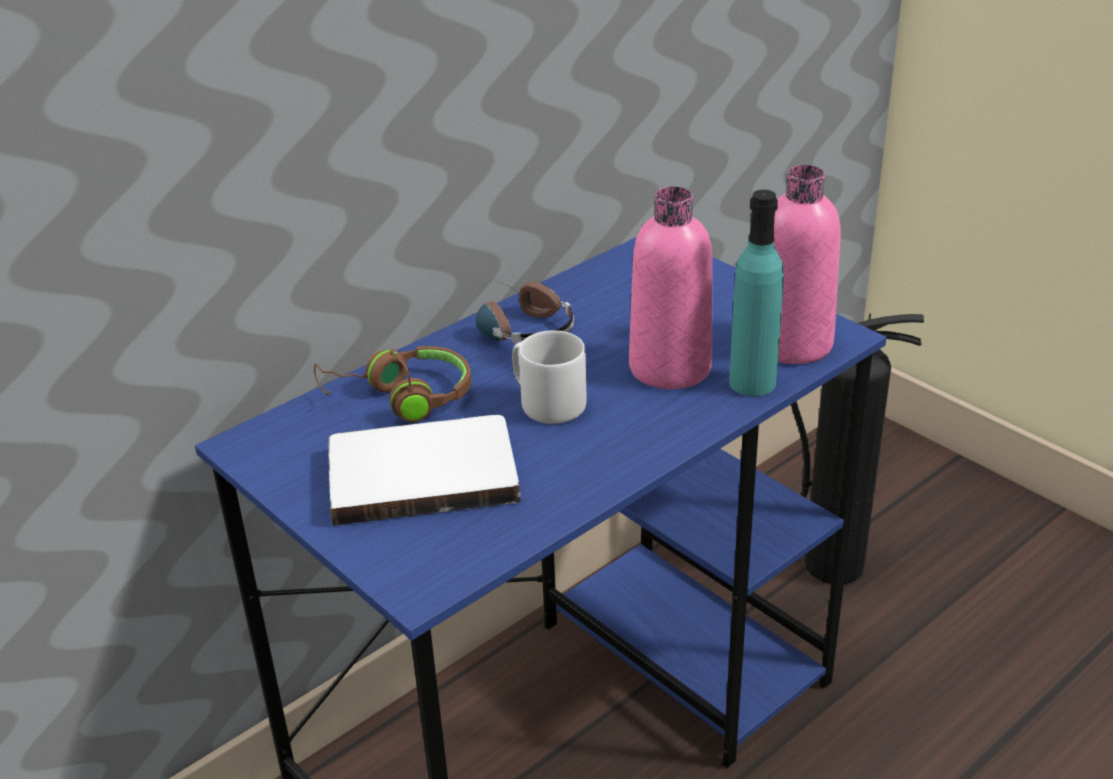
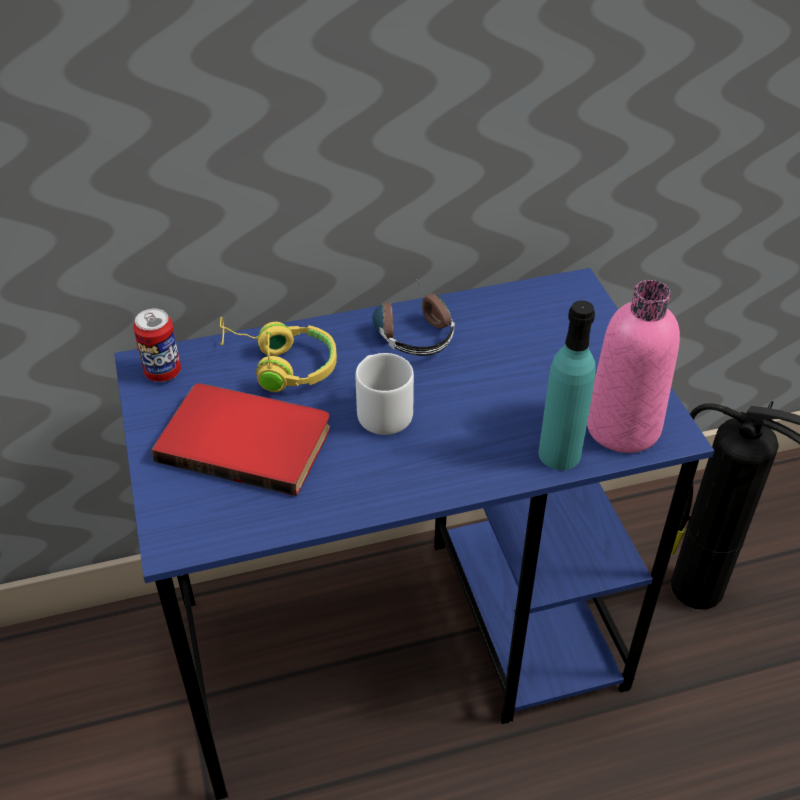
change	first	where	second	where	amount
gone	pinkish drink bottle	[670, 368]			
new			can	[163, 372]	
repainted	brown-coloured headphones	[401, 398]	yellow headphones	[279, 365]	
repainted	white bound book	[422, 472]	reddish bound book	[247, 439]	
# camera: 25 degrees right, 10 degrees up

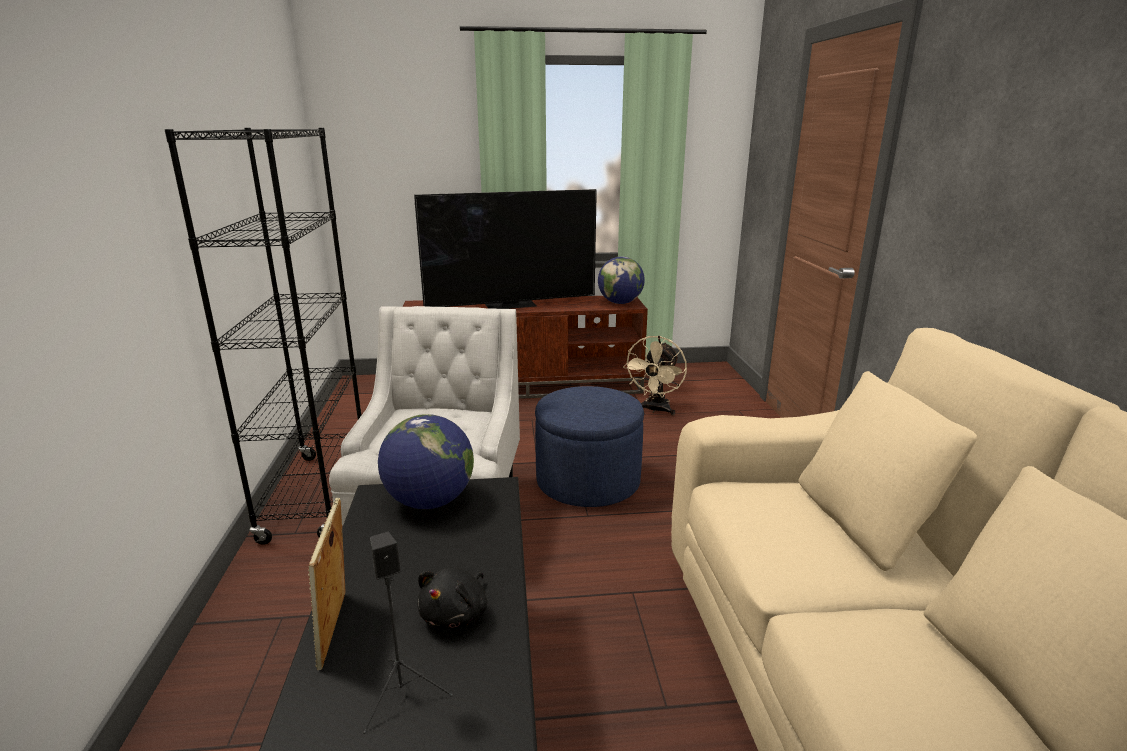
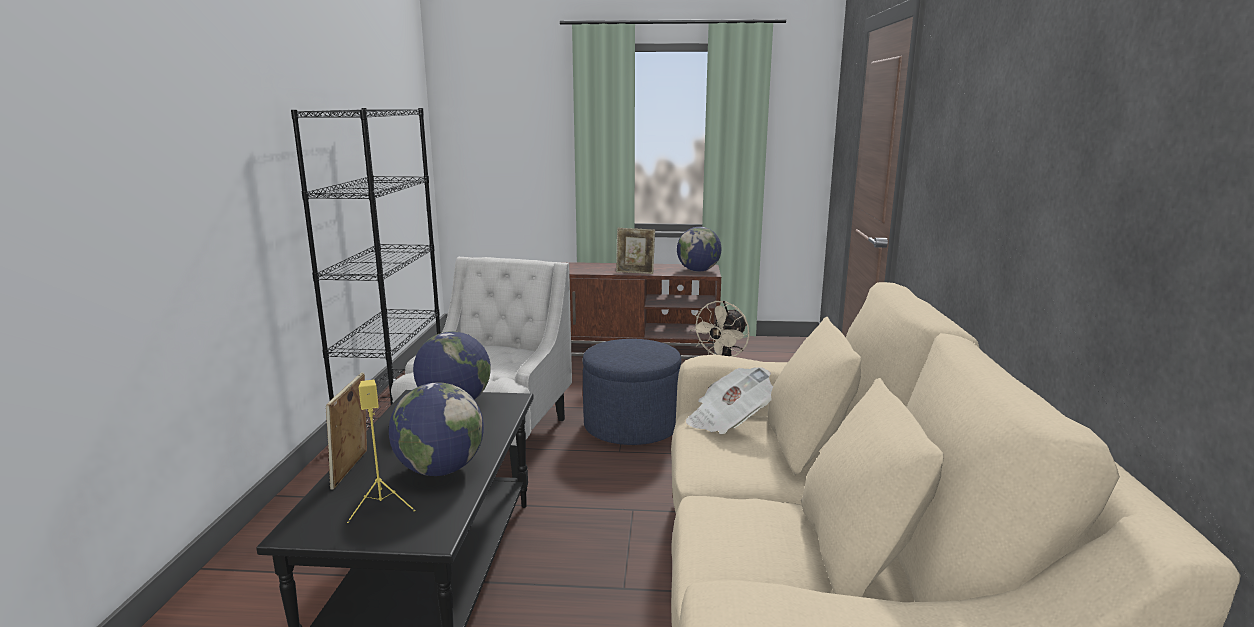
change	first	where	second	where	amount
gone	television	[511, 304]			
new			standing frame	[635, 272]	
new			printed paper	[728, 421]	
swapped	black plush toy	[456, 614]	desk globe	[440, 470]	
repainted	black speaker	[403, 694]	yellow speaker	[382, 506]	
# camera: 10 degrees right, 5 degrees down

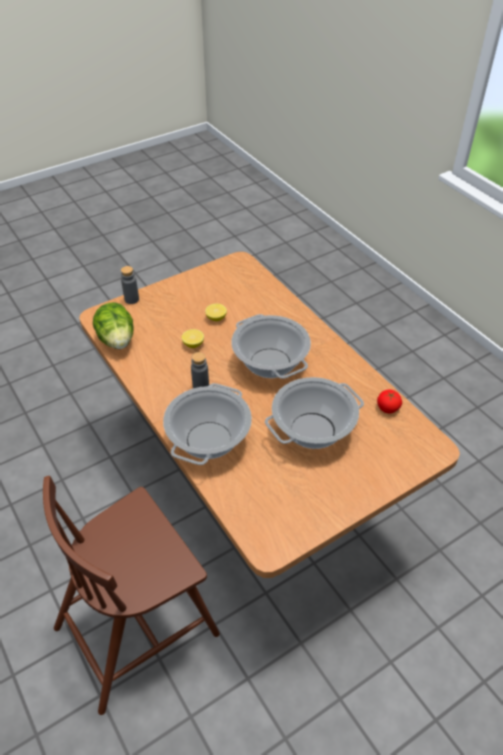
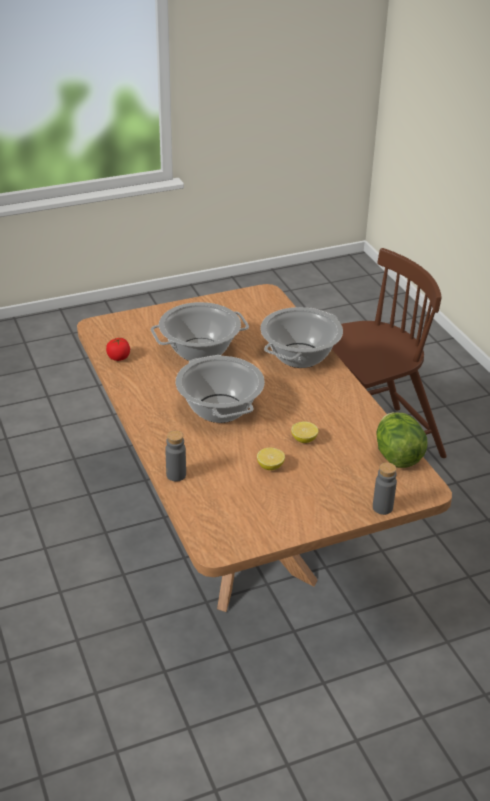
change	first	where	second	where	amount
shifted	greyish drink bottle	[201, 387]		[176, 475]	
# camera: 170 degrees left, 10 degrees down

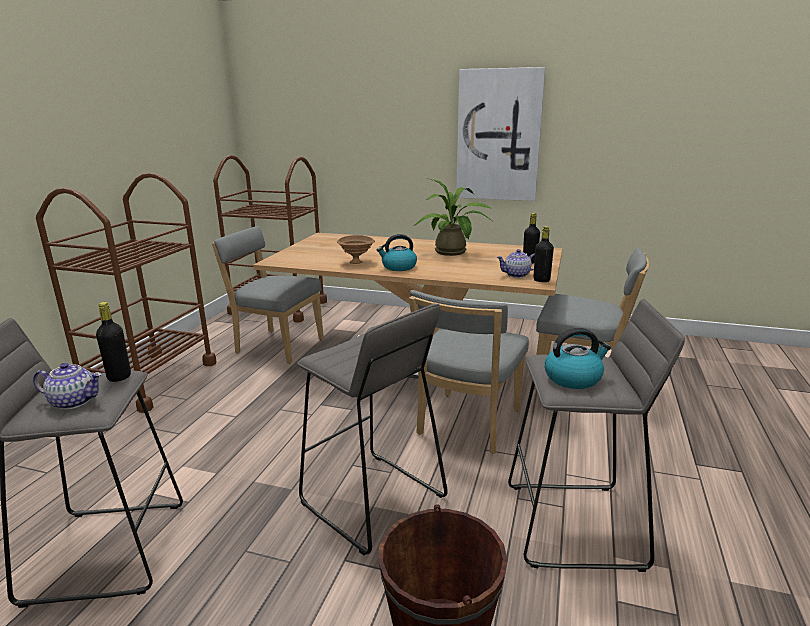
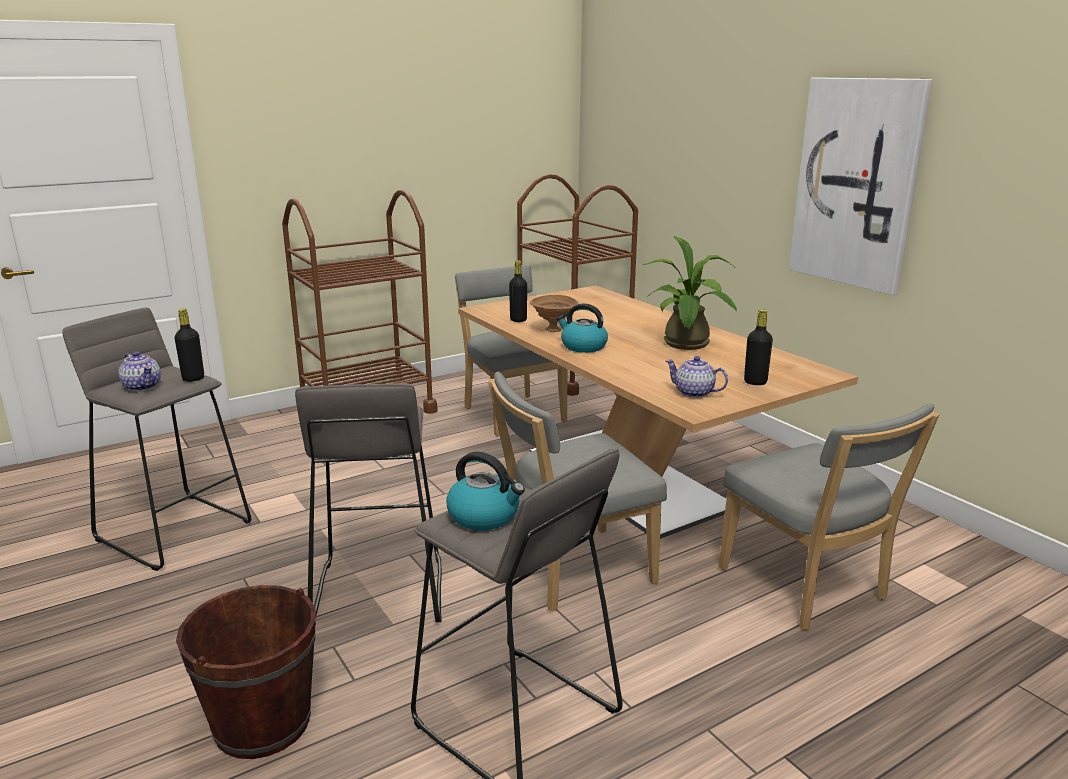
change	first	where	second	where	amount
shifted	black drink bottle	[541, 280]		[518, 320]	
# camera: 40 degrees right, 0 degrees up

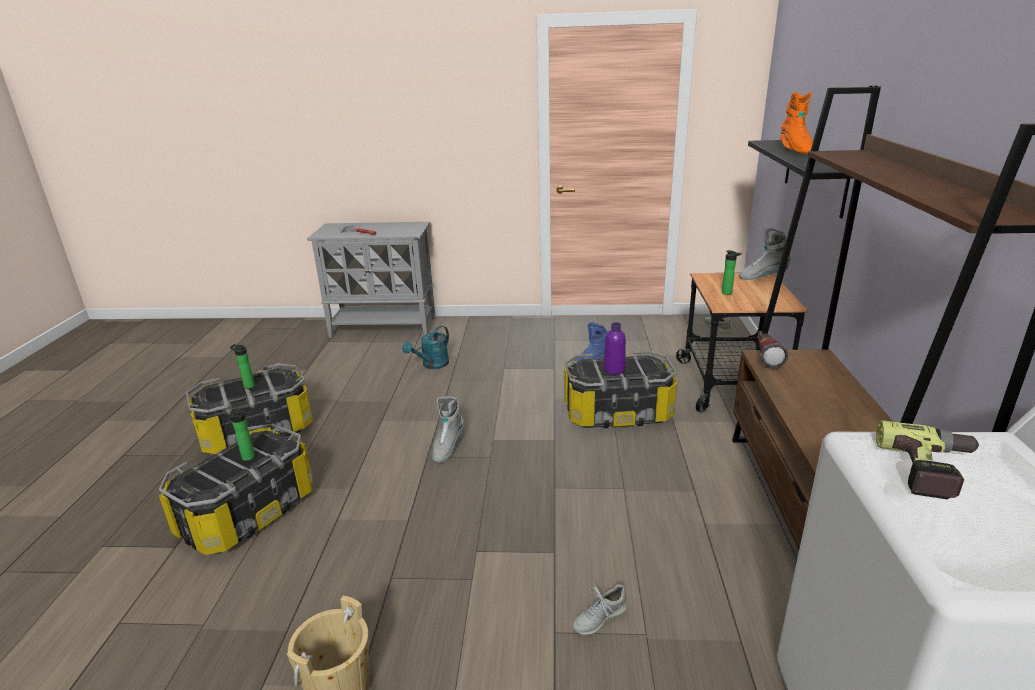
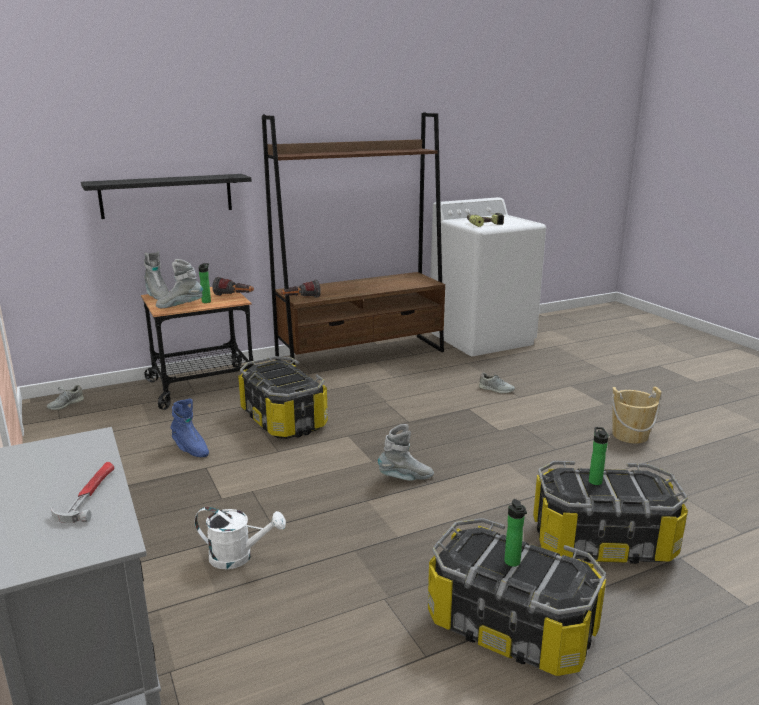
change	first	where	second	where	amount
gone	purplish drink bottle	[614, 370]			
gone	orange-coloured tall boot	[794, 150]			
new			greyish tall boot	[180, 306]	
new			torch	[234, 296]	
repainted	turquoise sprinkling can	[432, 365]	white sprinkling can	[238, 557]	
# camera: 120 degrees left, 5 degrees down

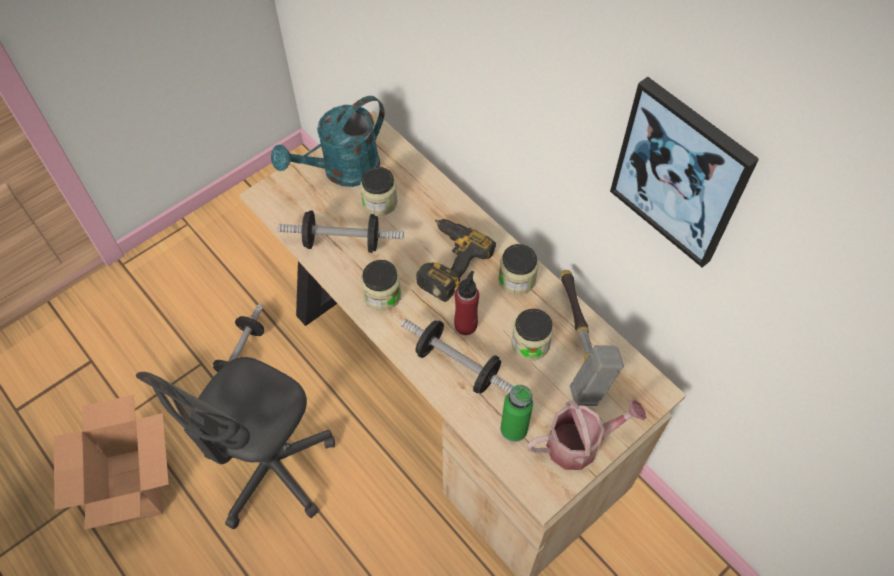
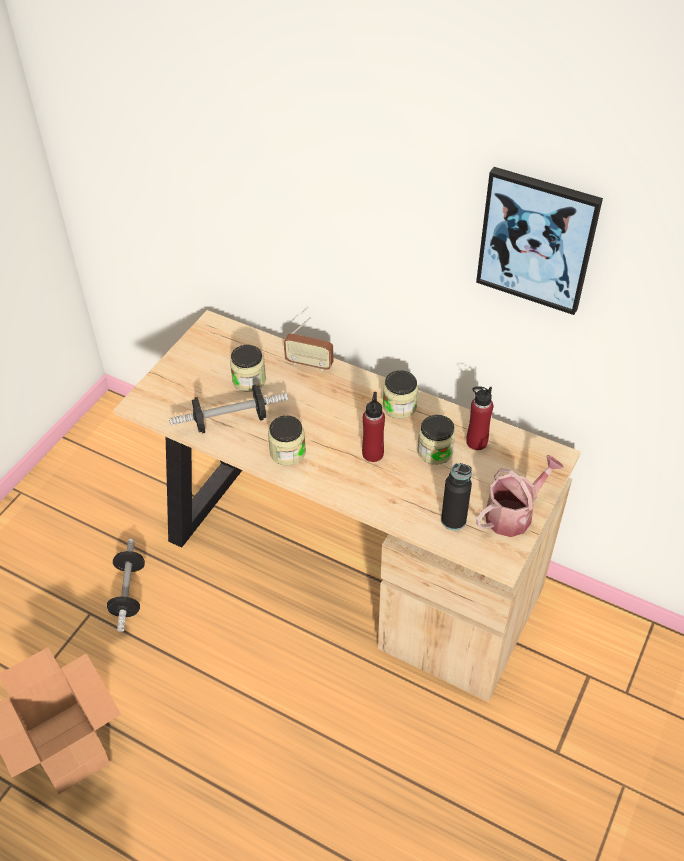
change	first	where	second	where	amount
gone	greyish desk chair	[271, 469]			
gone	turquoise sprinkling can	[342, 171]			
gone	dumbbell	[457, 365]			
gone	power drill	[446, 261]			
new			radio	[309, 364]	
swapped	tool hammer	[578, 347]	reddish drink bottle	[476, 442]	
repainted	green-coloured drink bottle	[514, 429]	black drink bottle	[453, 520]	
# camera: 20 degrees left, 10 degrees down

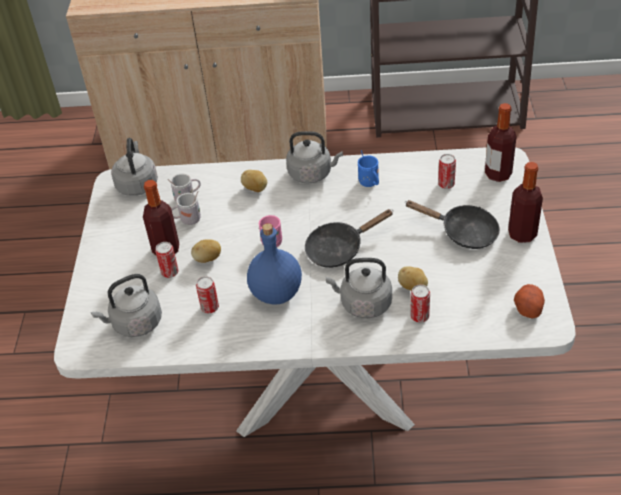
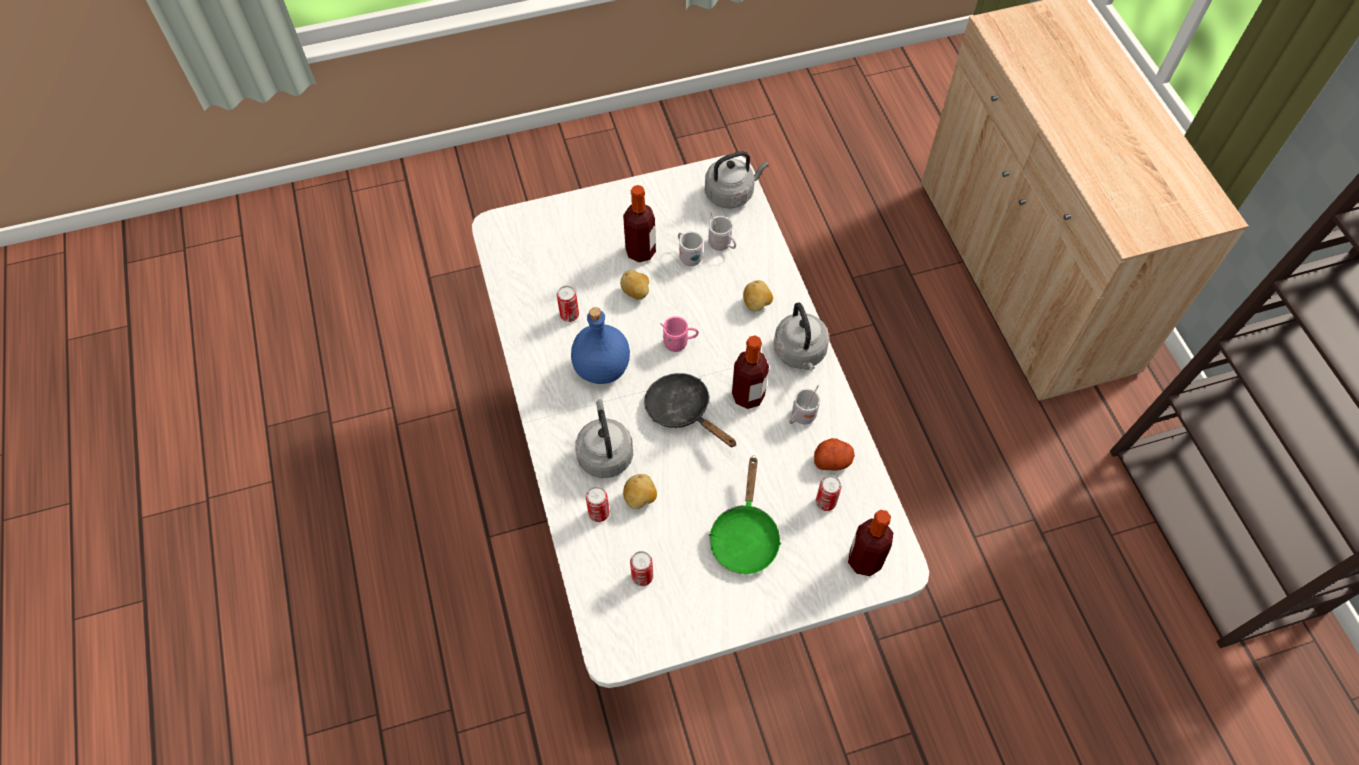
change	first	where	second	where	amount
gone	greyish tea kettle	[135, 324]			
shifted	can	[170, 272]		[642, 576]	
shifted	drink bottle	[522, 234]		[748, 396]	
shifted	whole potato	[528, 307]		[832, 460]	
repainted	blue-coloured tea mug	[370, 184]	white tea mug	[801, 418]	
repainted	black frying pan	[463, 232]	green-coloured frying pan	[744, 536]	
# camera: 70 degrees right, 15 degrees up

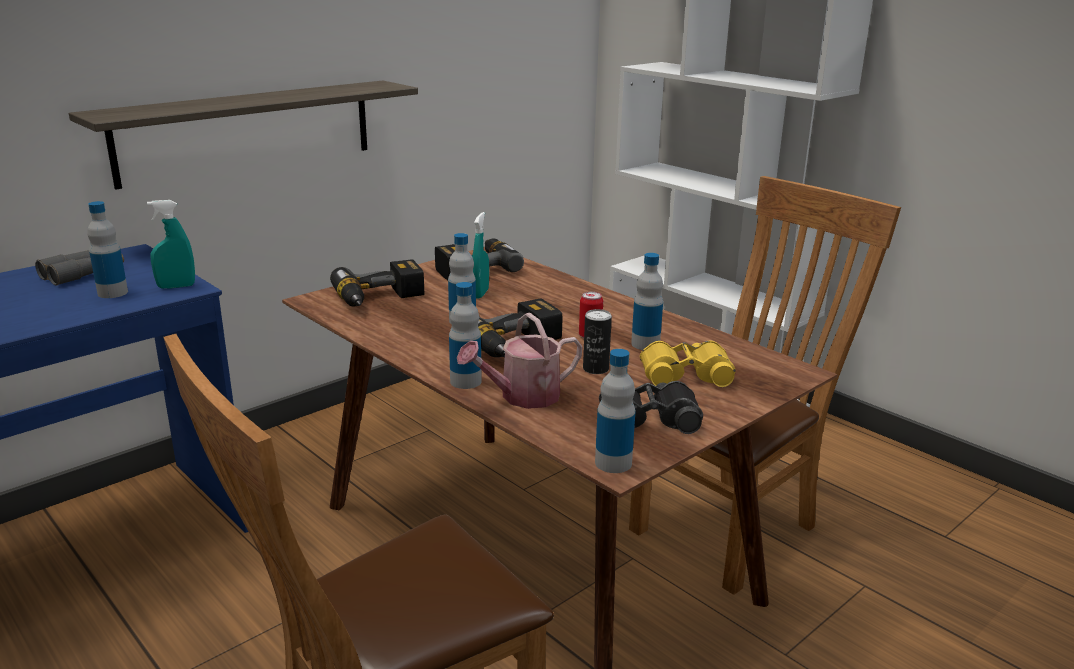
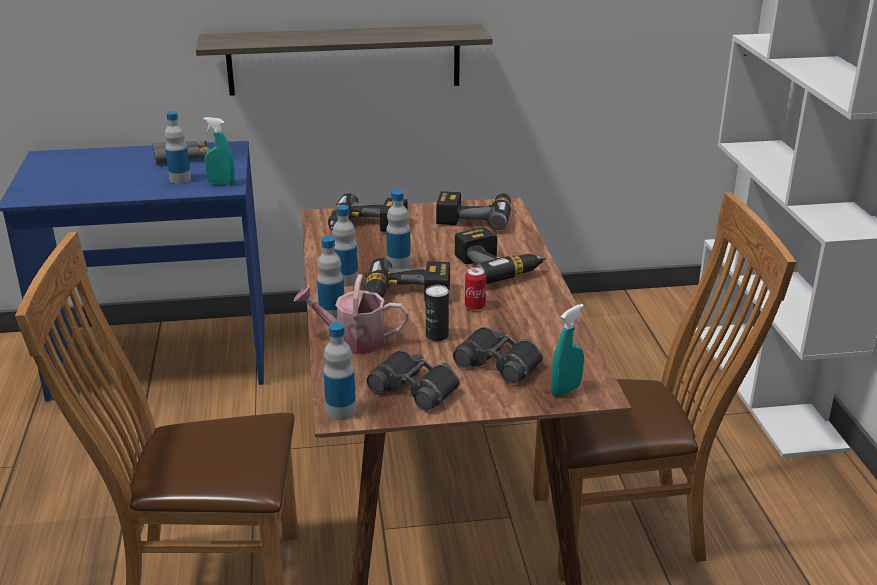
change	first	where	second	where	amount
new			power drill	[497, 266]	
shifted	turquoise hand sprayer	[480, 294]		[565, 390]	
shifted	drink bottle	[645, 344]		[346, 280]	
repainted	yellow pair of binoculars	[685, 374]	black pair of binoculars	[499, 363]	
# camera: 35 degrees right, 5 degrees up

